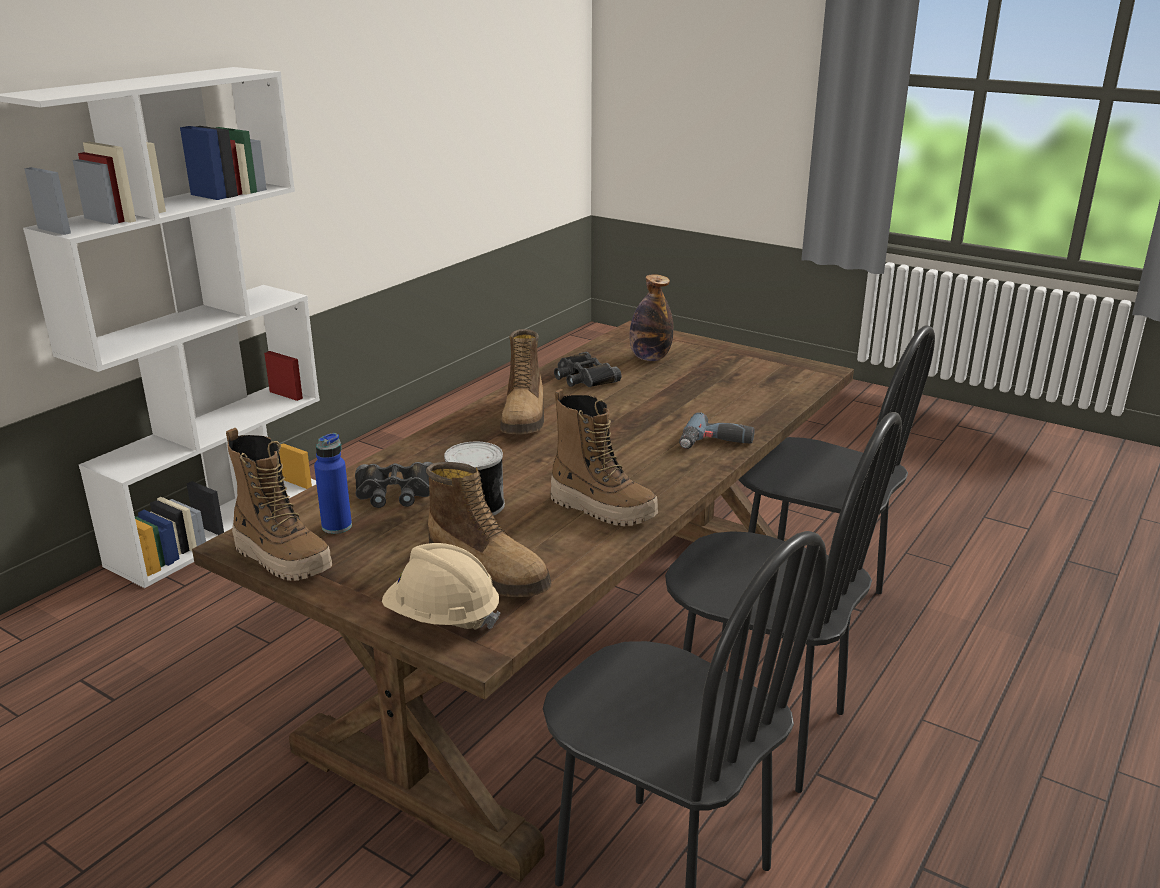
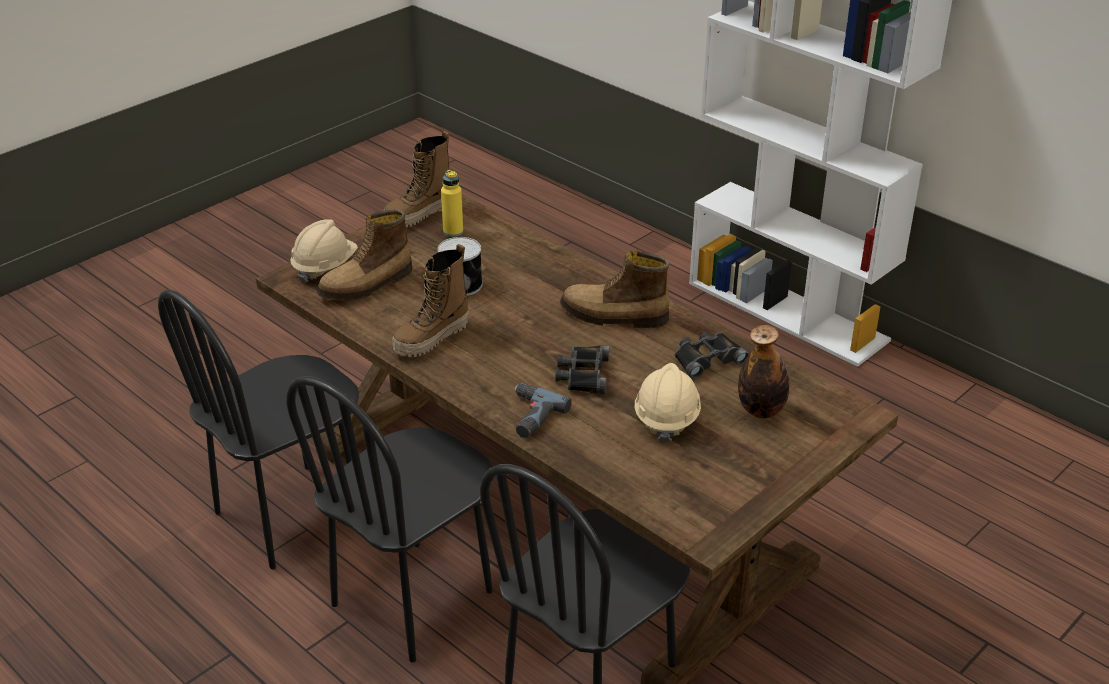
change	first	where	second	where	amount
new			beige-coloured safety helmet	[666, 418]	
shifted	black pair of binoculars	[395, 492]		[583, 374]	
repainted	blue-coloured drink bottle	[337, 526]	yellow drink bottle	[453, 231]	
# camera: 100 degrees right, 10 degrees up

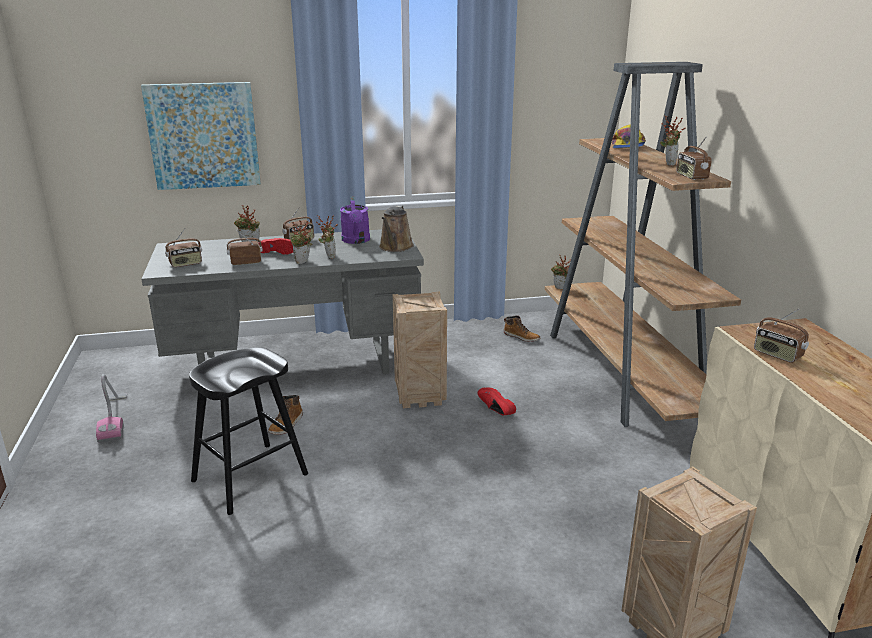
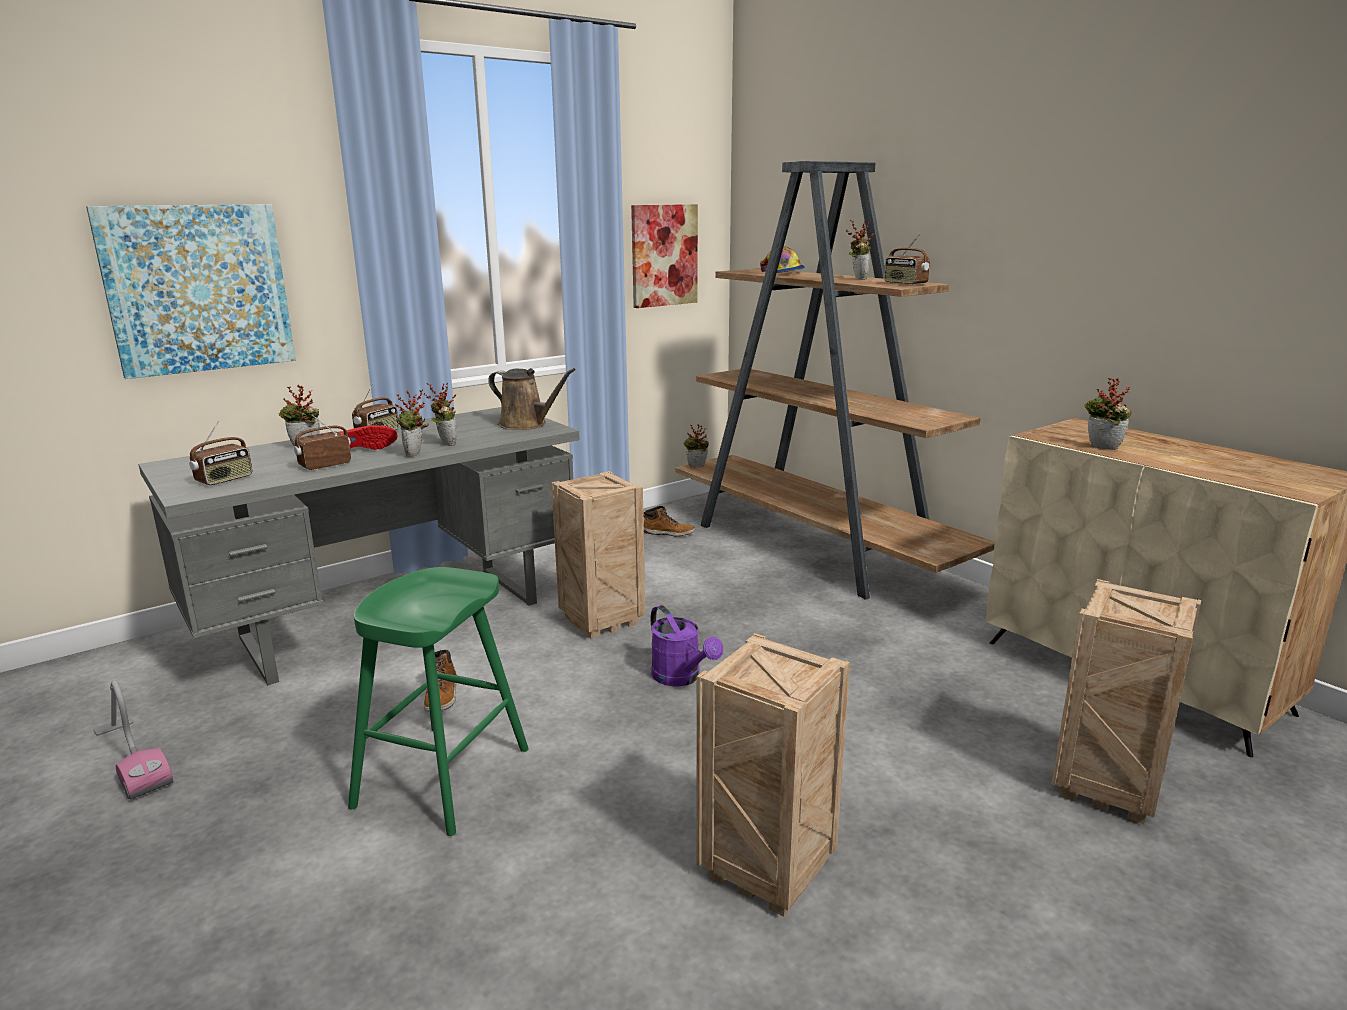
change	first	where	second	where	amount
gone	reddish shoe	[493, 410]			
new			picture	[664, 255]	
new			crate	[763, 869]	
shifted	purplish sprinkling can	[356, 241]		[681, 678]	
swapped	radio	[777, 355]	potted plant	[1101, 448]	
repainted	black sitting stool	[249, 478]	green-coloured sitting stool	[442, 778]	
rotated	brown-coloured sprinkling can	[395, 247]		[526, 424]	45 degrees counterclockwise
# camera: 25 degrees left, 5 degrees down

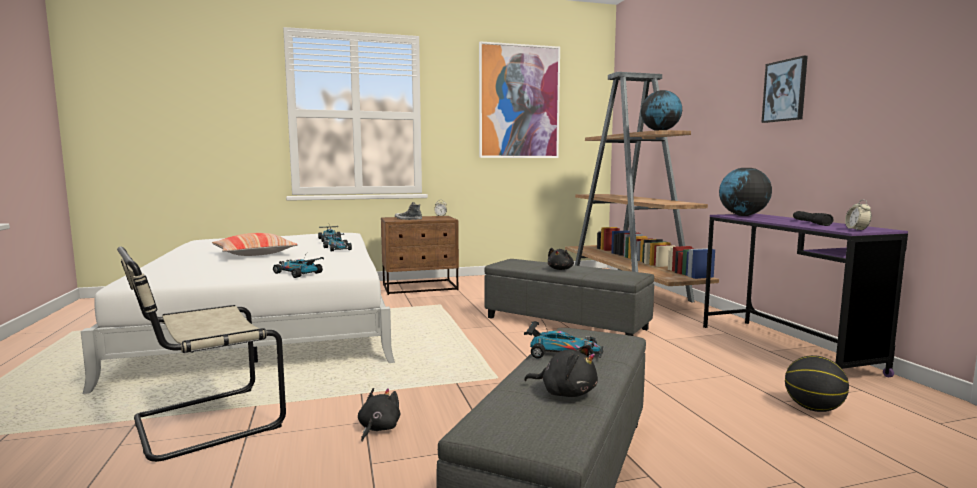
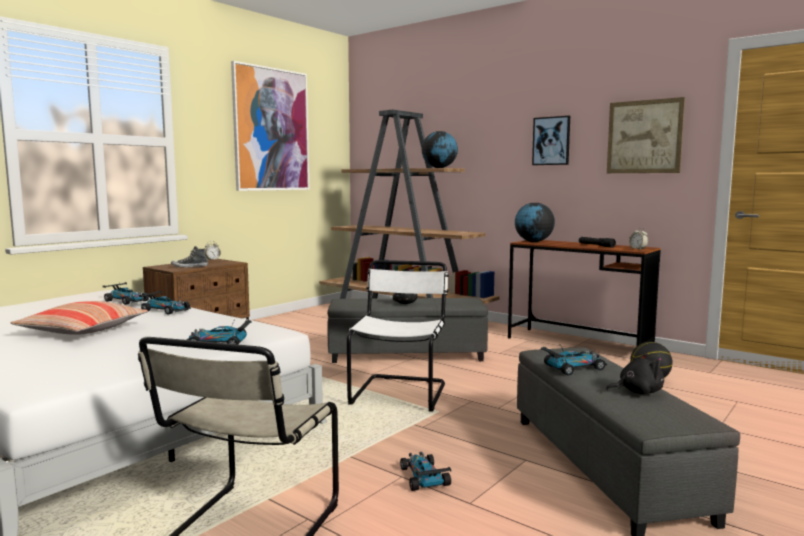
change	first	where	second	where	amount
new			white upright chair	[400, 392]	
new			picture	[644, 137]	
swapped	black plush toy	[378, 429]	toy car	[423, 477]	
repainted	purplish desk unit	[785, 349]	brown-coloured desk unit	[578, 344]	
# camera: 35 degrees left, 0 degrees up

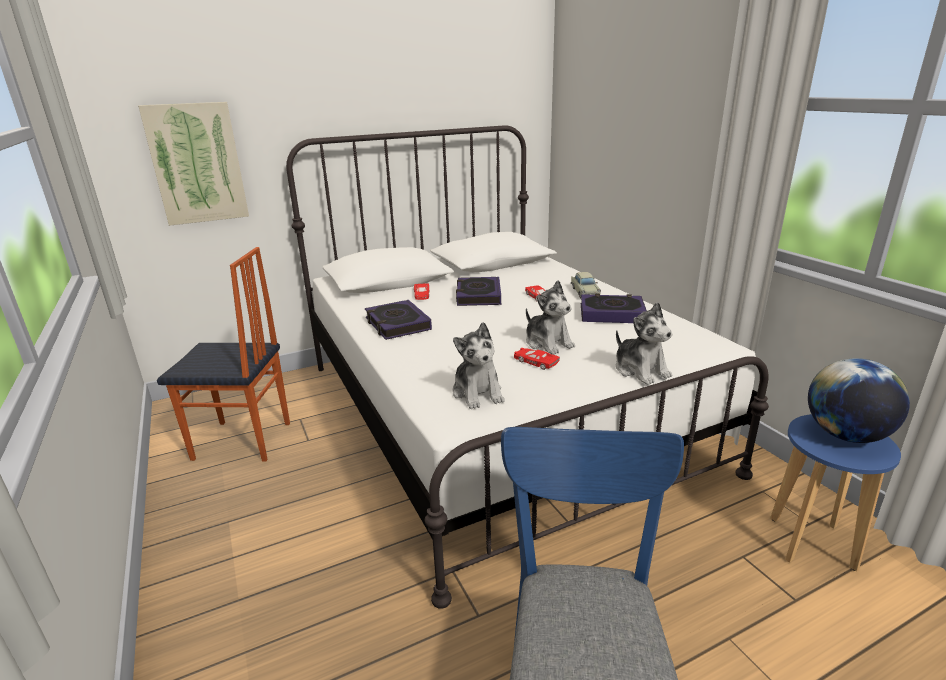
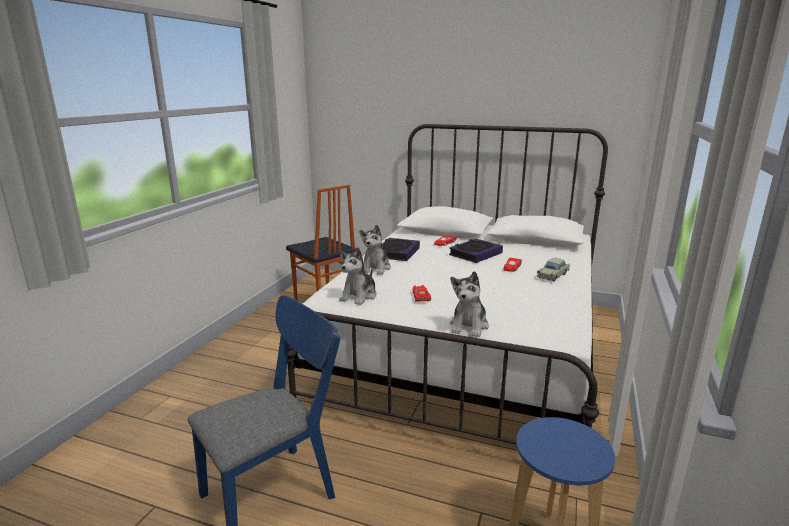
change	first	where	second	where	amount
gone	picture	[197, 163]			
gone	bound book	[611, 314]			
gone	desk globe	[846, 435]			
shifted	plush toy	[548, 343]		[376, 268]	
# camera: 45 degrees right, 5 degrees down

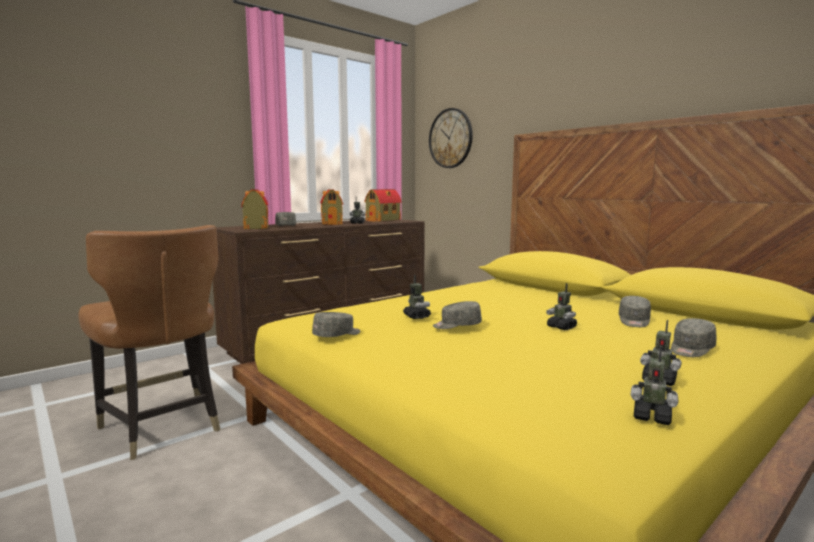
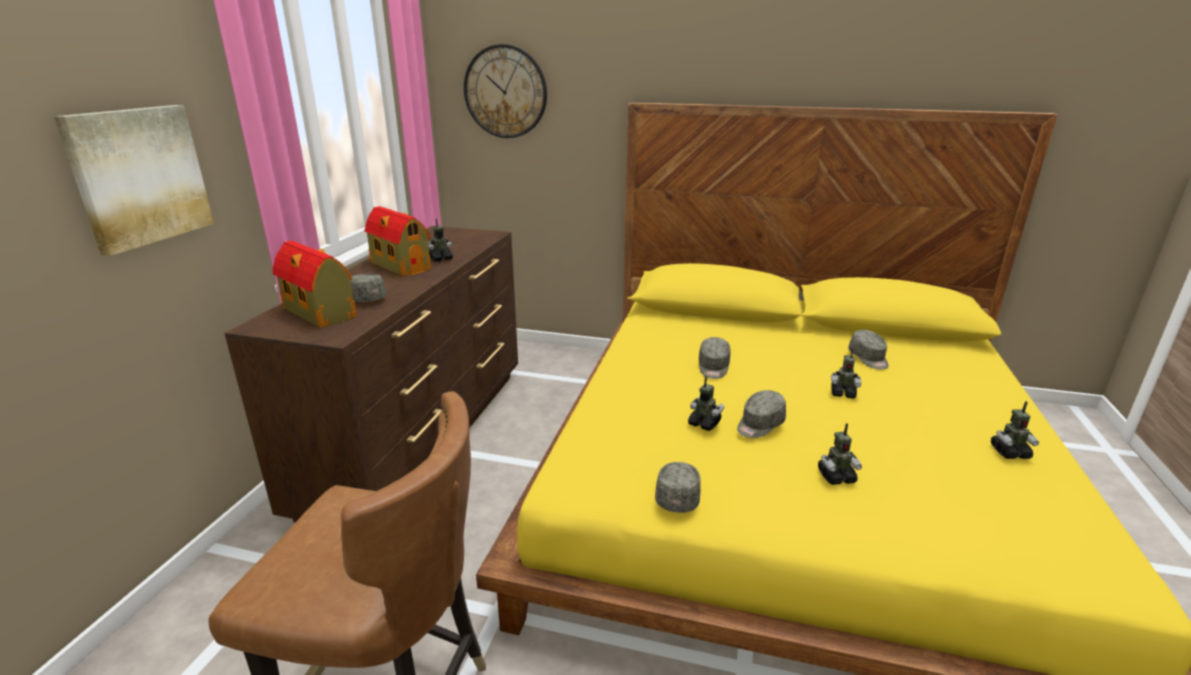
change	first	where	second	where	amount
gone	toy house	[384, 220]			
new			picture	[139, 176]	
shifted	robot figure	[651, 417]		[836, 477]	
shifted	greyish peaked cap	[691, 349]		[713, 367]	
# camera: 35 degrees left, 15 degrees up

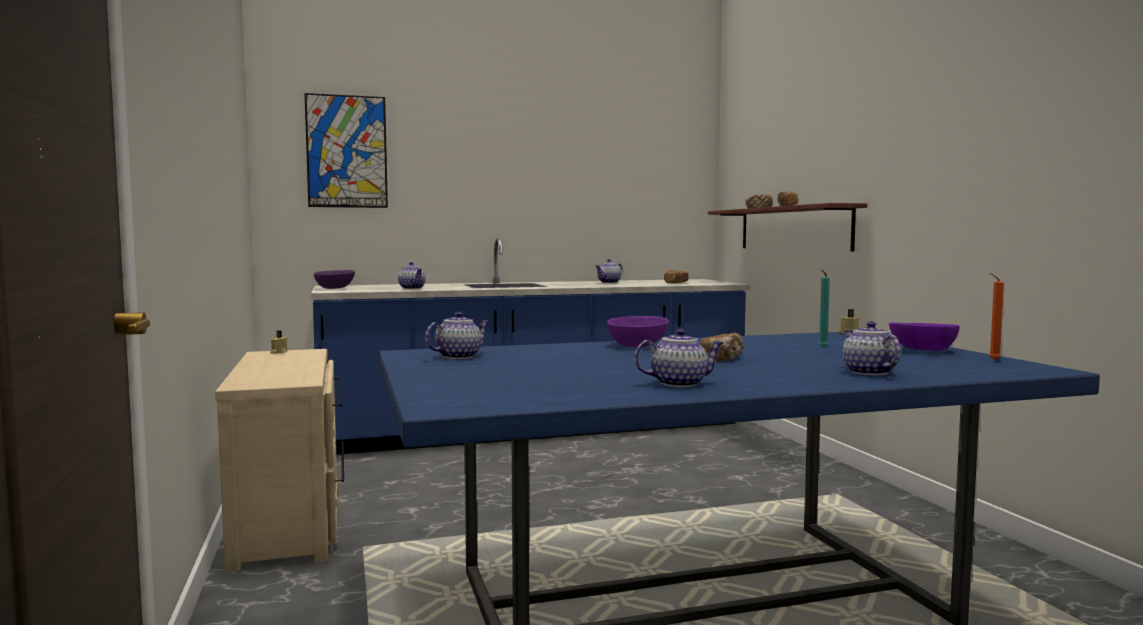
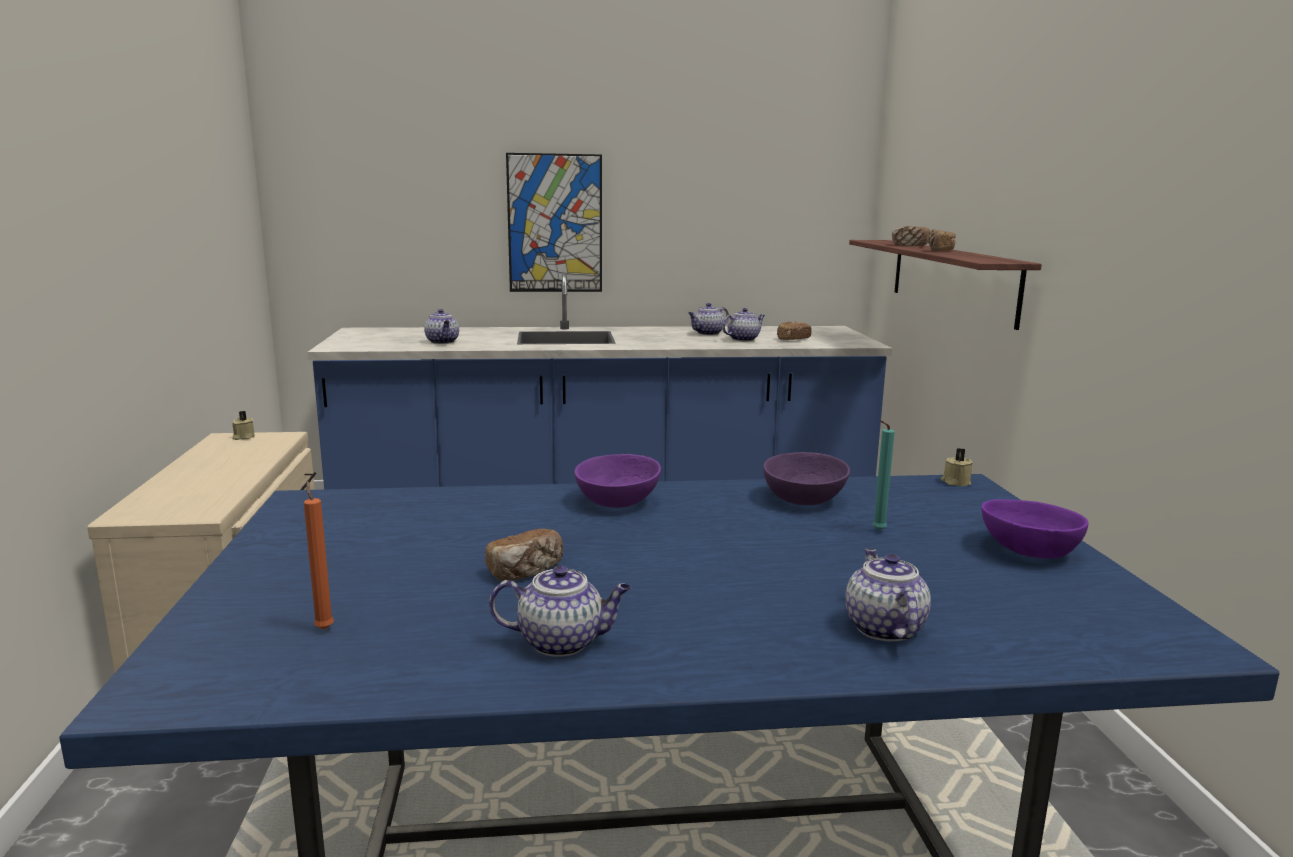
change	first	where	second	where	amount
shifted	picture	[347, 151]		[555, 224]	
shifted	purplish serving bowl	[334, 288]		[803, 499]	
shifted	tea pot	[459, 356]		[743, 339]	
shifted	bakery bread	[723, 359]		[526, 572]	
shifted	orange-coloured wax candle	[992, 360]		[324, 628]	
# camera: 10 degrees right, 10 degrees up

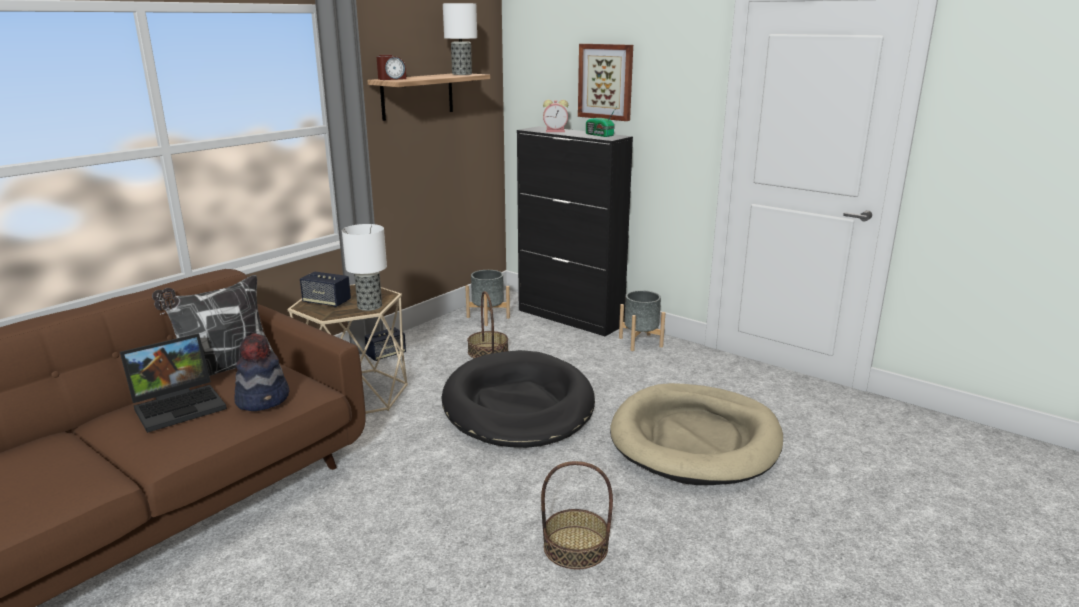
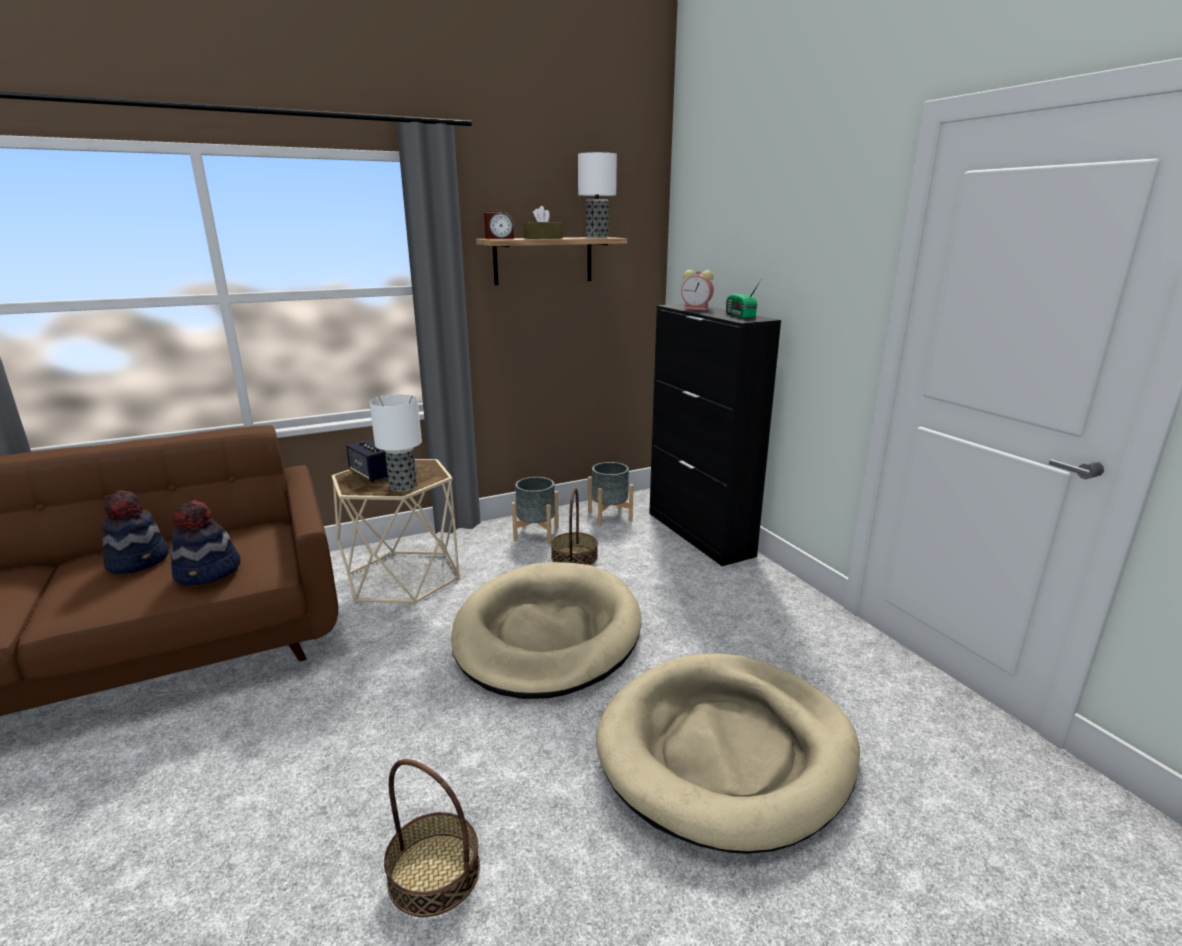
change	first	where	second	where	amount
gone	pillow	[225, 370]			
gone	speaker	[386, 355]			
gone	picture	[606, 81]			
new			brown-coloured tissue holder	[543, 238]	
shifted	greyish plant pot	[640, 342]		[536, 534]	
swapped	notebook computer	[180, 405]	wearable hat	[139, 561]	
repainted	black dog bed	[518, 405]	beige-coloured dog bed	[547, 634]	
# camera: 25 degrees right, 0 degrees up

